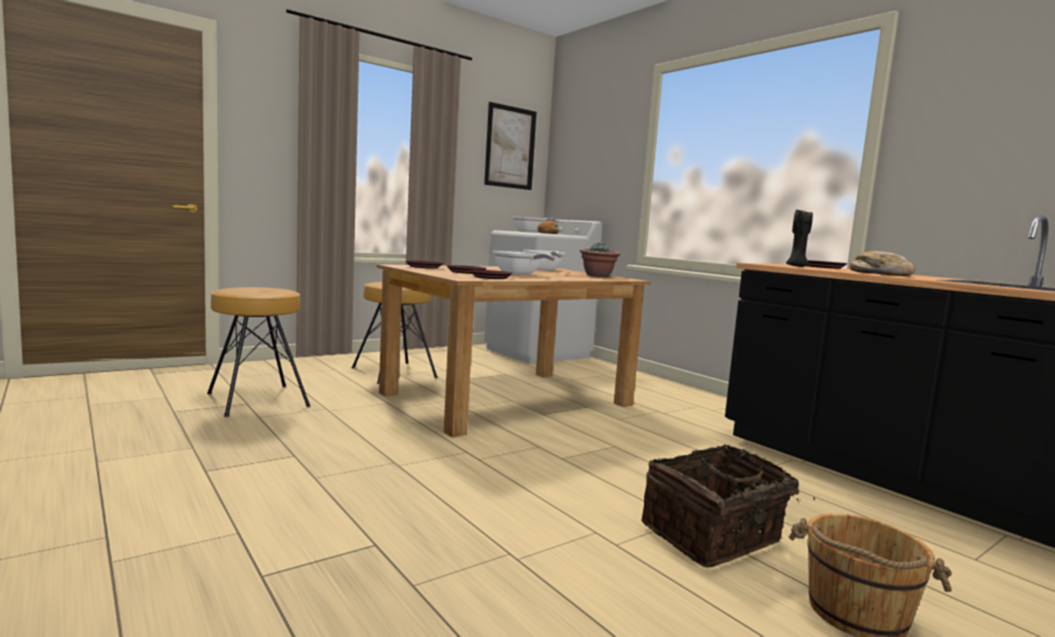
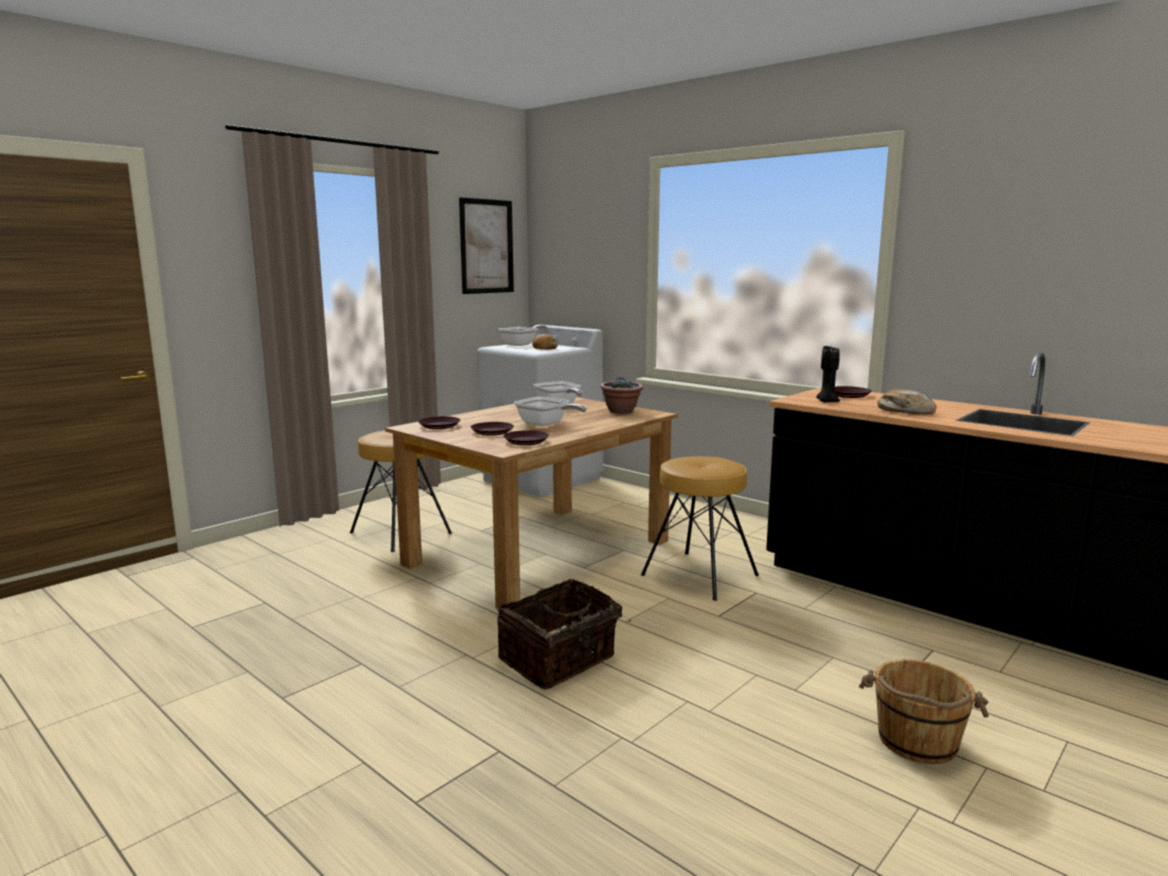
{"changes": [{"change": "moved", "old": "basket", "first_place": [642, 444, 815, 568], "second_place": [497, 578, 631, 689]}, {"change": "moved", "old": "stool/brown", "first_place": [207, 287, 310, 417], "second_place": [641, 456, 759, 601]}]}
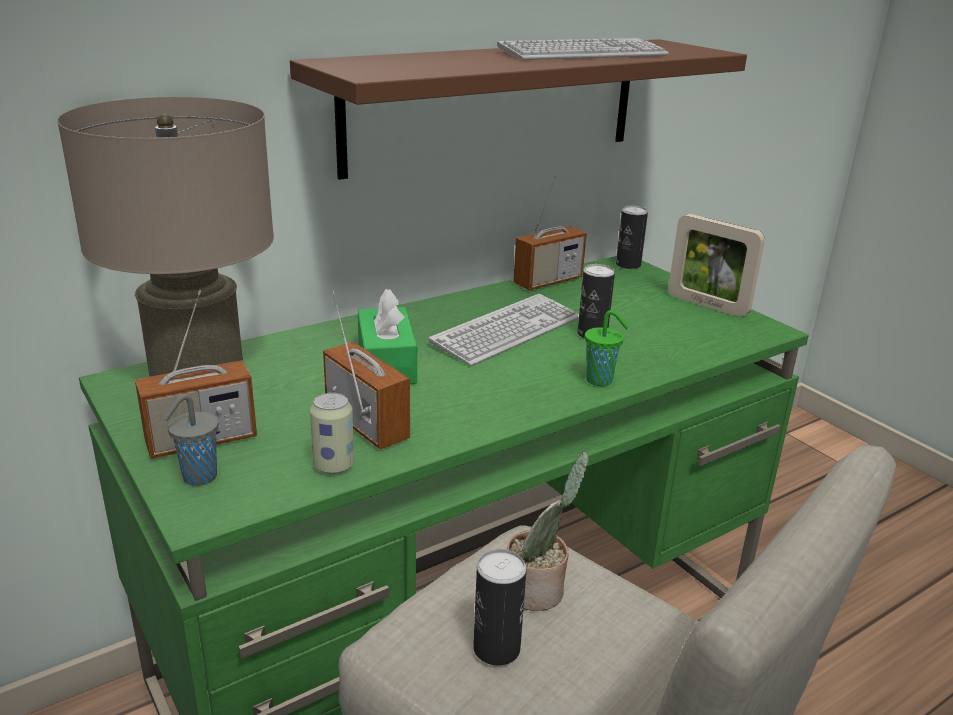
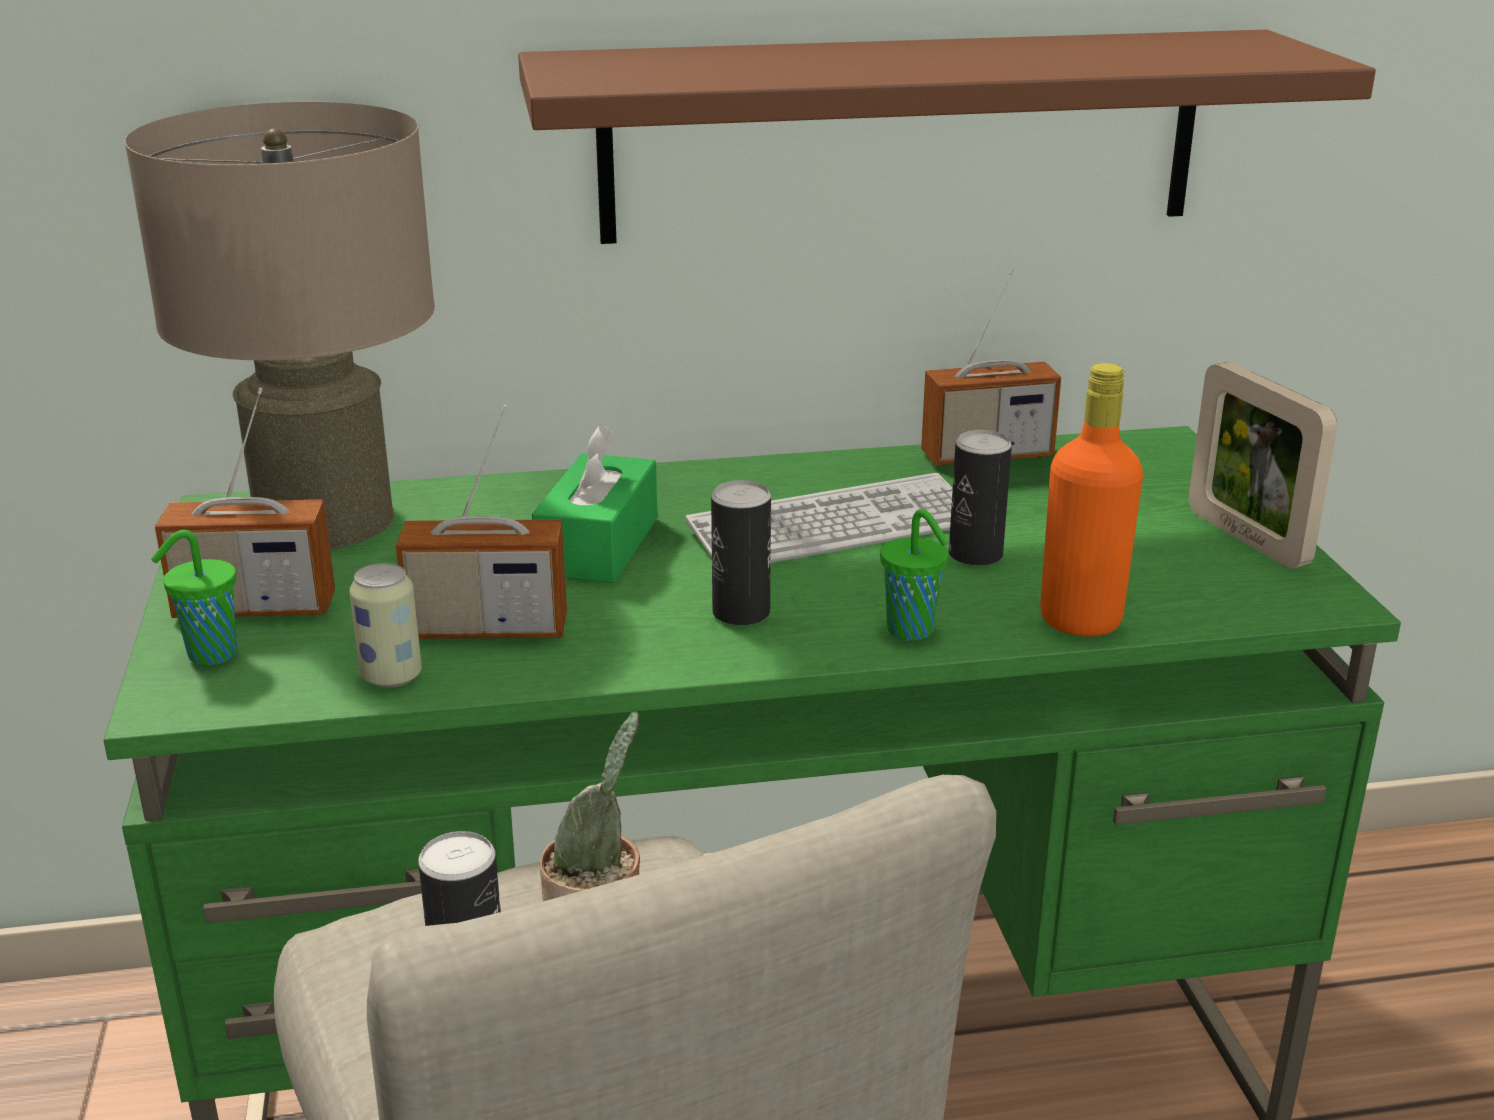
{"changes": [{"change": "recoloured", "old": "cup/grey", "new": "cup/green", "first_place": [163, 394, 219, 486], "second_place": [151, 530, 237, 665]}, {"change": "turned", "old": "radio", "first_place": [323, 290, 410, 449], "second_place": [396, 405, 567, 639], "degrees": 105}, {"change": "moved", "old": "can", "first_place": [616, 206, 648, 269], "second_place": [711, 480, 771, 625]}, {"change": "added", "new": "bottle/orange", "second_place": [1040, 363, 1143, 637]}, {"change": "removed", "old": "keyboard", "first_place": [497, 38, 669, 60]}]}
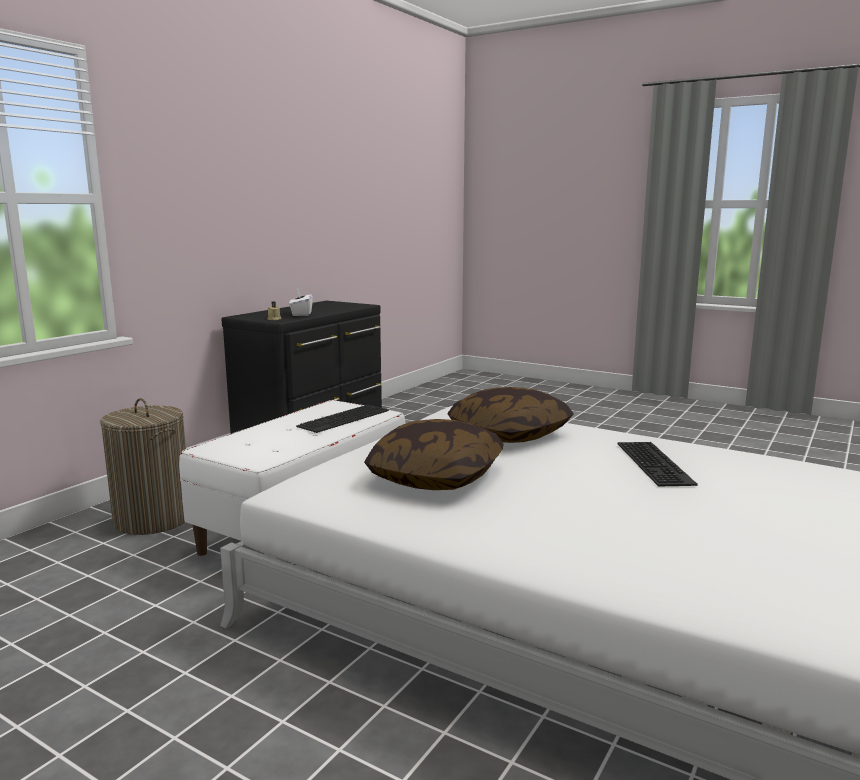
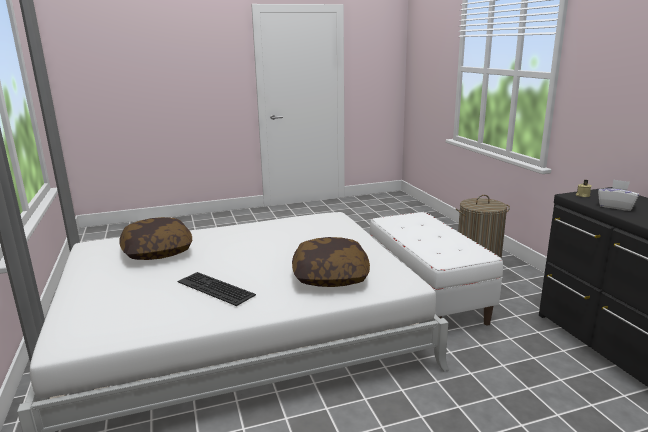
{"changes": [{"change": "moved", "old": "pillow", "first_place": [364, 419, 504, 490], "second_place": [119, 217, 192, 260]}, {"change": "removed", "old": "keyboard", "first_place": [296, 405, 389, 433]}]}
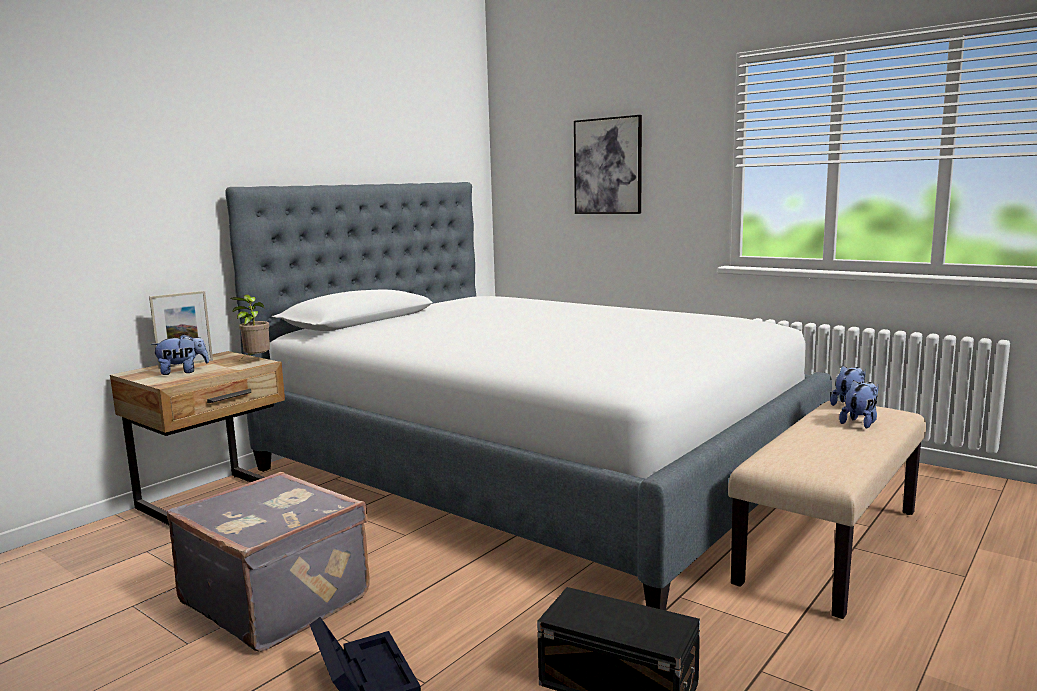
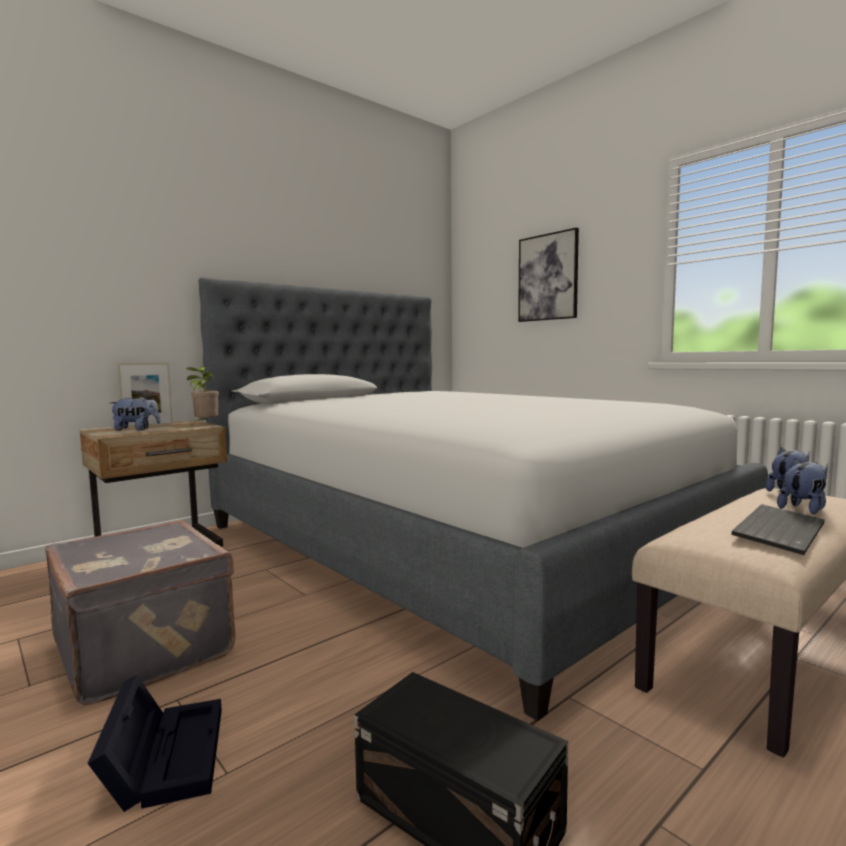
{"changes": [{"change": "added", "new": "keyboard", "second_place": [731, 504, 825, 555]}]}
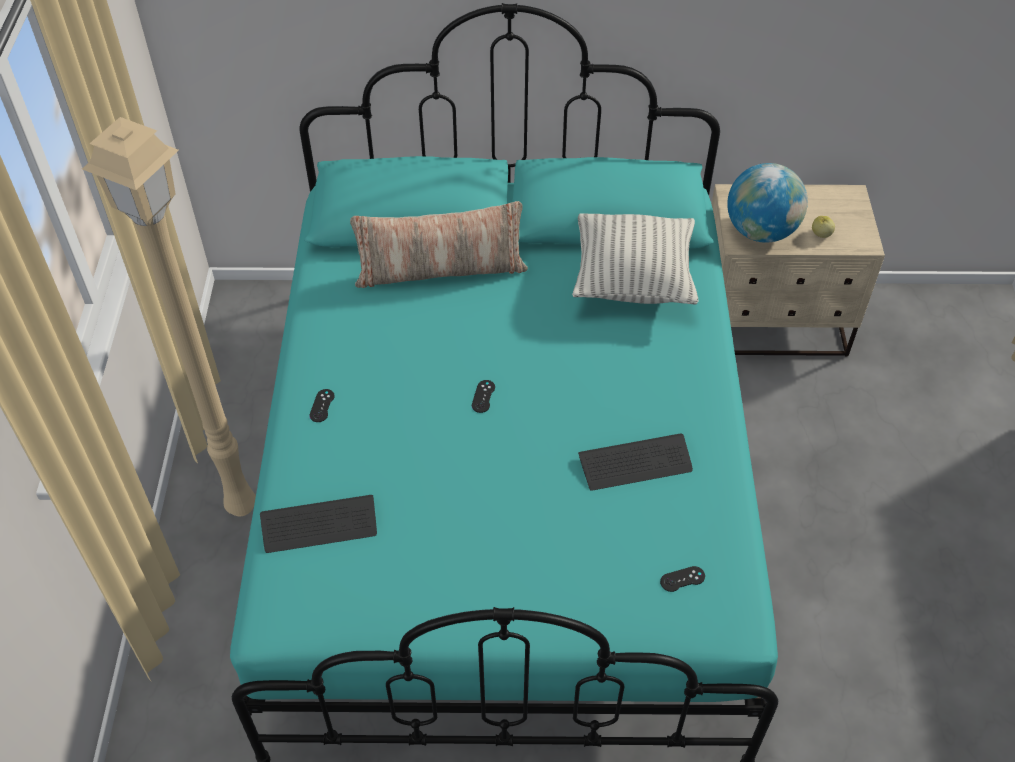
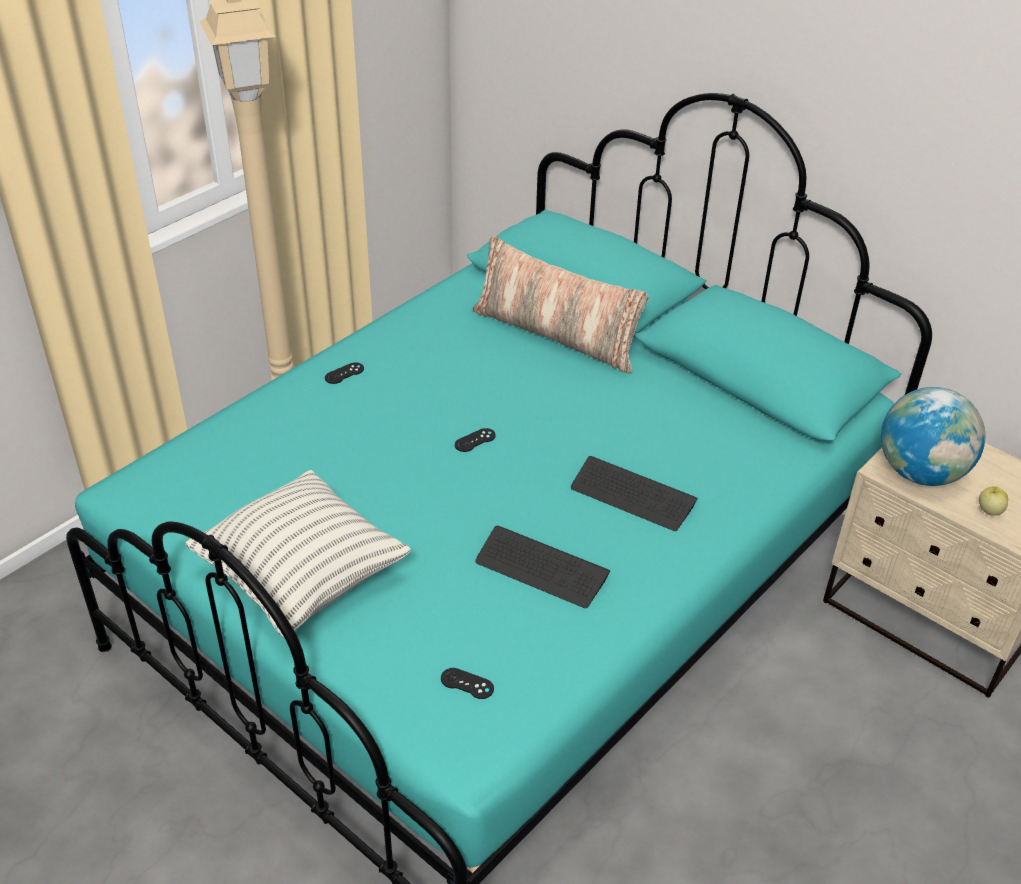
{"changes": [{"change": "moved", "old": "pillow", "first_place": [572, 213, 698, 304], "second_place": [185, 470, 411, 637]}, {"change": "moved", "old": "keyboard", "first_place": [260, 495, 377, 553], "second_place": [571, 456, 698, 531]}]}
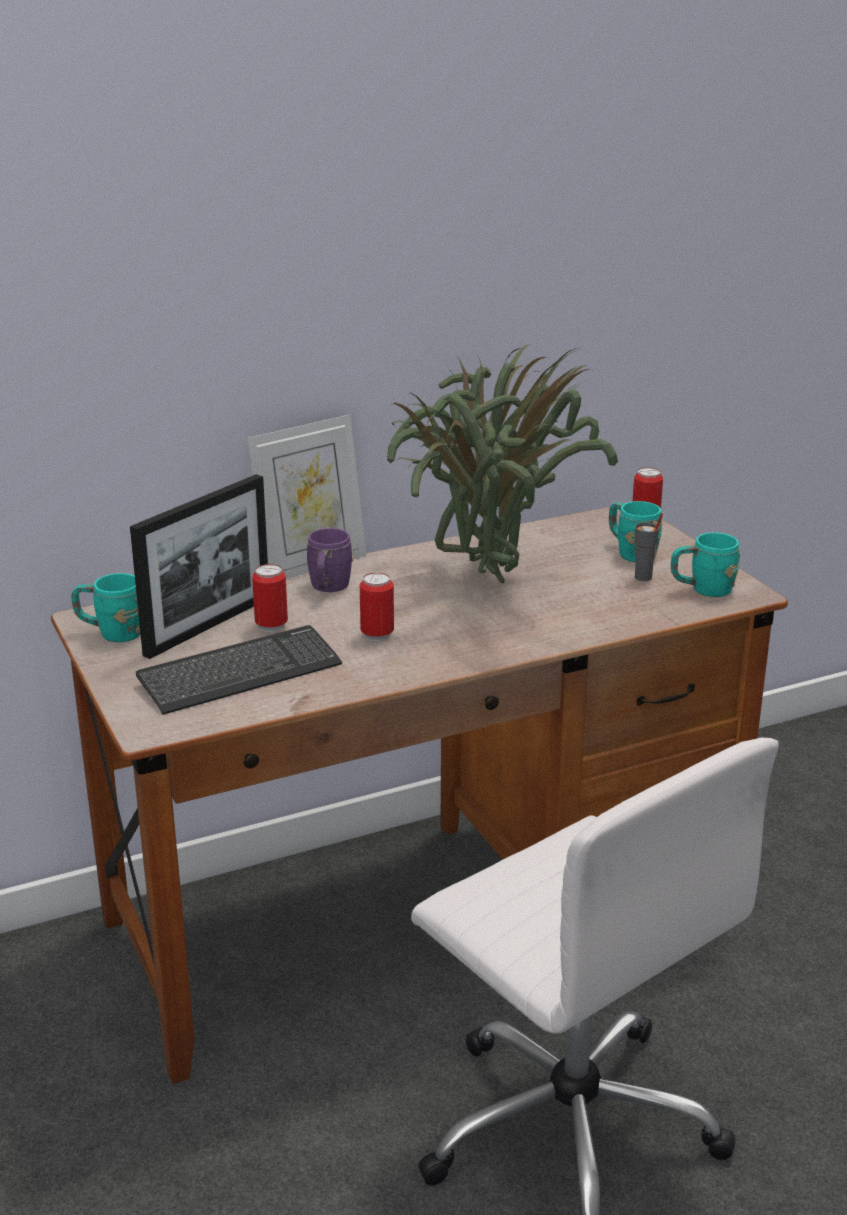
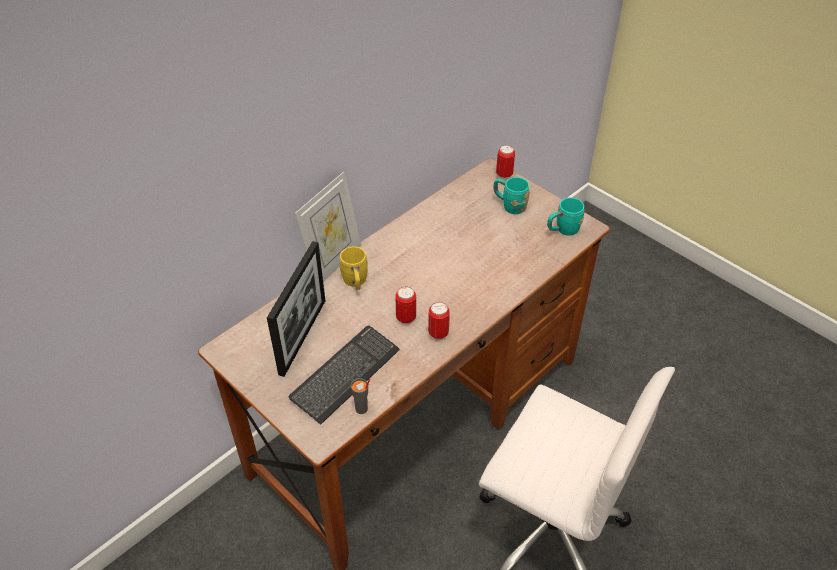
{"changes": [{"change": "recoloured", "old": "mug/purple", "new": "mug/yellow", "first_place": [307, 528, 353, 592], "second_place": [339, 247, 368, 290]}, {"change": "moved", "old": "cup/grey", "first_place": [635, 513, 663, 581], "second_place": [351, 378, 370, 414]}, {"change": "moved", "old": "can", "first_place": [252, 564, 288, 632], "second_place": [428, 302, 450, 340]}, {"change": "removed", "old": "mug/turquoise", "first_place": [71, 573, 141, 642]}, {"change": "removed", "old": "potted plant", "first_place": [387, 344, 618, 583]}]}
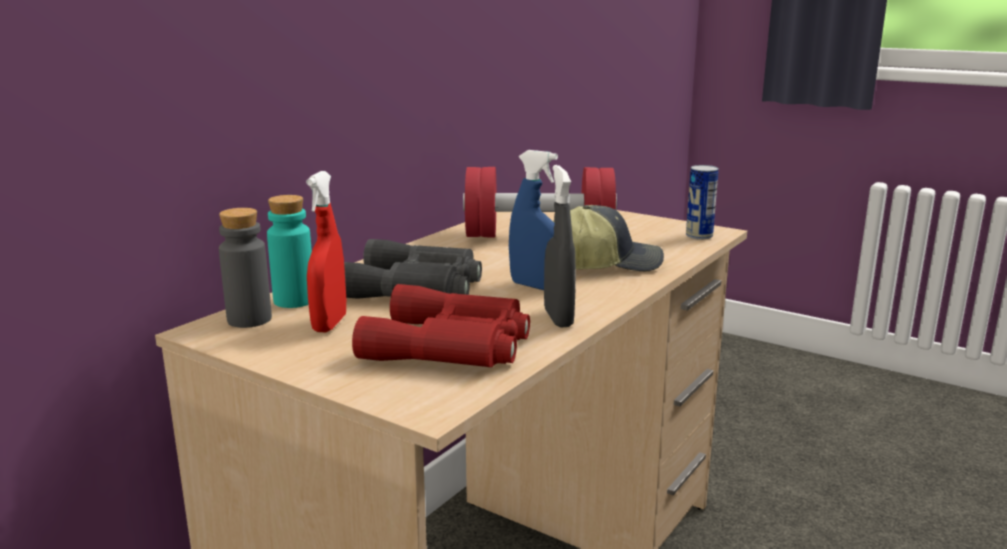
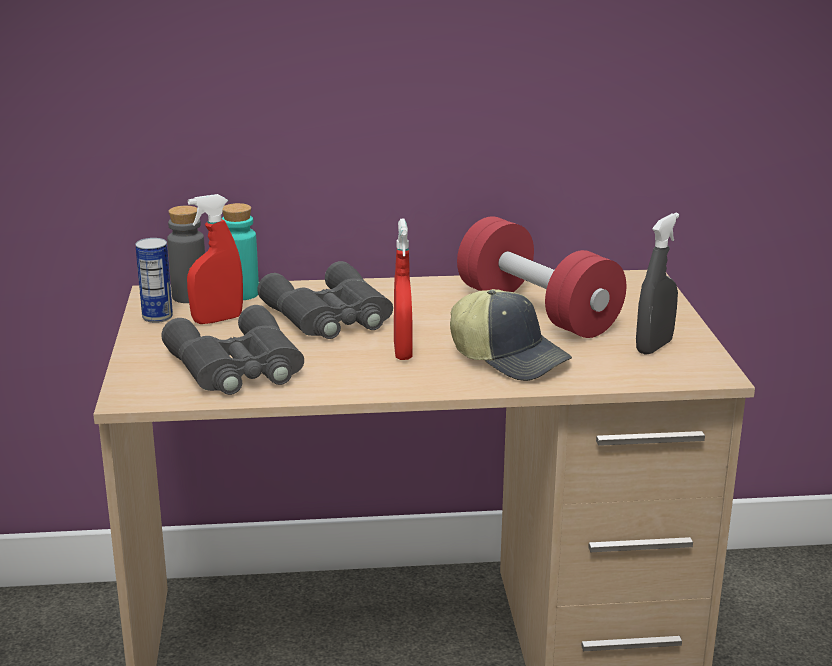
{"changes": [{"change": "moved", "old": "can", "first_place": [686, 165, 719, 240], "second_place": [135, 238, 173, 323]}, {"change": "recoloured", "old": "binoculars/red", "new": "binoculars/grey", "first_place": [352, 284, 530, 367], "second_place": [161, 305, 304, 395]}, {"change": "recoloured", "old": "spray bottle/blue", "new": "spray bottle/red", "first_place": [509, 150, 558, 290], "second_place": [394, 219, 413, 360]}, {"change": "moved", "old": "spray bottle/grey", "first_place": [544, 165, 576, 328], "second_place": [636, 213, 679, 355]}]}
